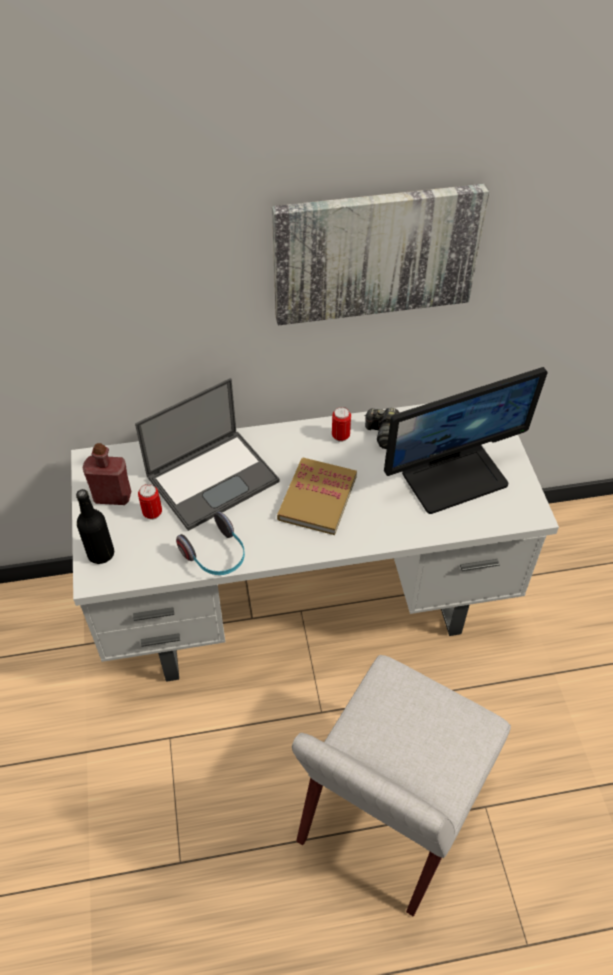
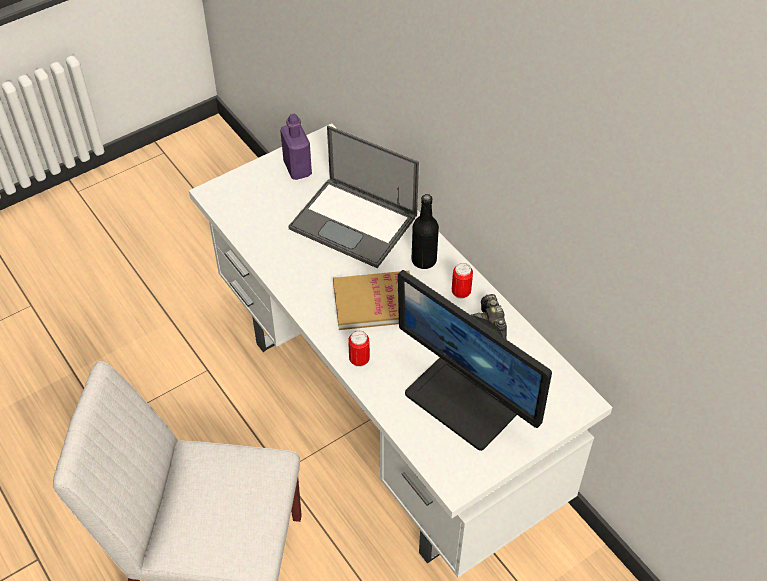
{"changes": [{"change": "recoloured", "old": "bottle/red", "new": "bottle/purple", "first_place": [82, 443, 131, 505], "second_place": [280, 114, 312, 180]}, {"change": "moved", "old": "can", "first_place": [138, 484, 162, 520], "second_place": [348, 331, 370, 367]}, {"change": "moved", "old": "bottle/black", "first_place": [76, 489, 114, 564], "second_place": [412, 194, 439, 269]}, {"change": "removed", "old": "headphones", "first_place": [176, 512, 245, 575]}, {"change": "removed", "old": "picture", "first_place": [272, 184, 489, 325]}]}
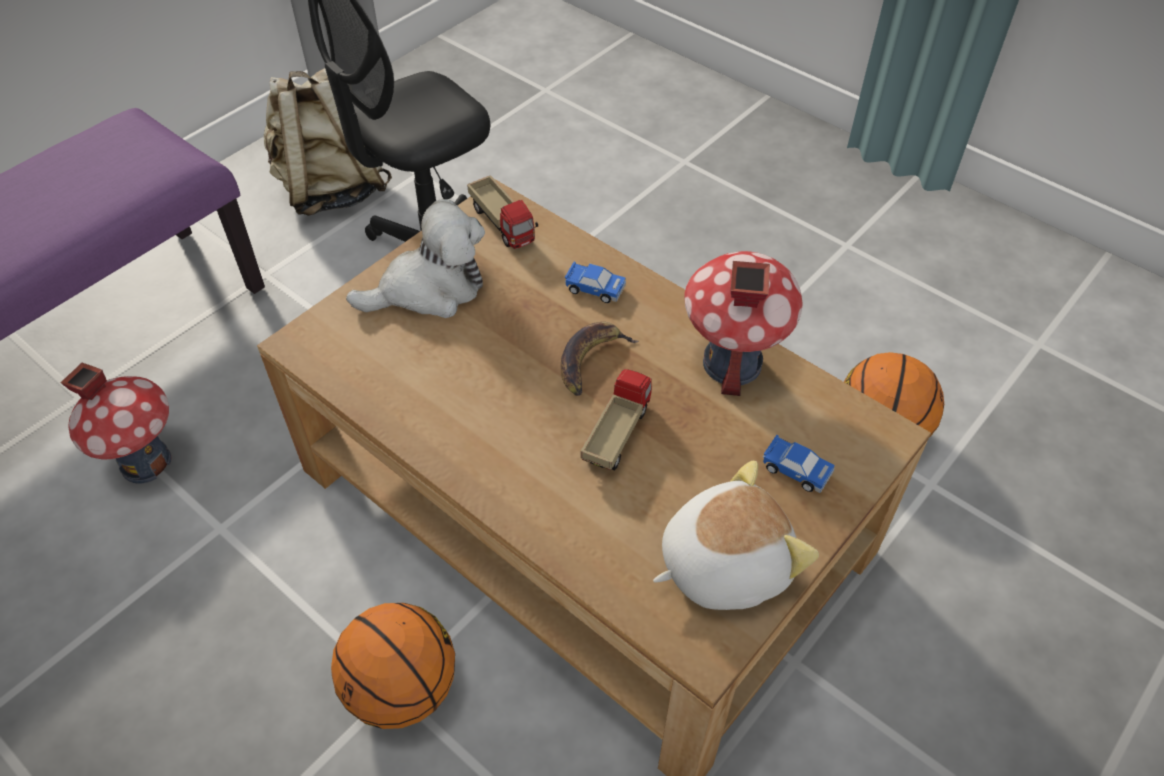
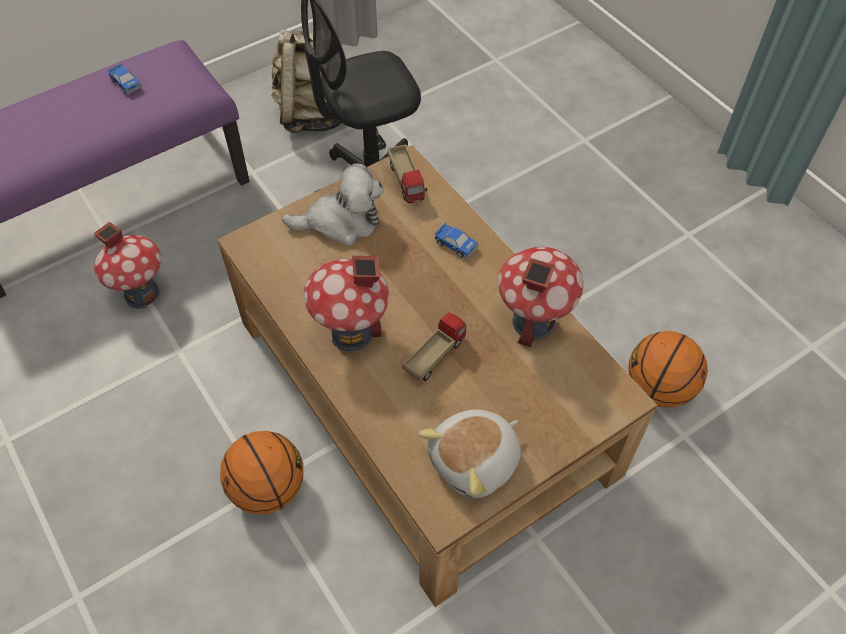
{"changes": [{"change": "moved", "old": "toy car", "first_place": [763, 435, 835, 493], "second_place": [108, 64, 142, 94]}, {"change": "added", "new": "toy house", "second_place": [304, 256, 389, 351]}, {"change": "turned", "old": "plush toy", "first_place": [653, 460, 819, 610], "second_place": [418, 409, 521, 498], "degrees": 150}, {"change": "removed", "old": "banana", "first_place": [561, 322, 638, 396]}]}
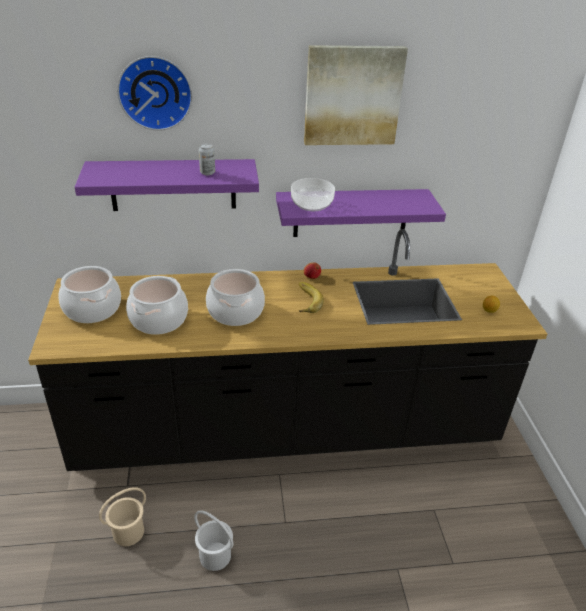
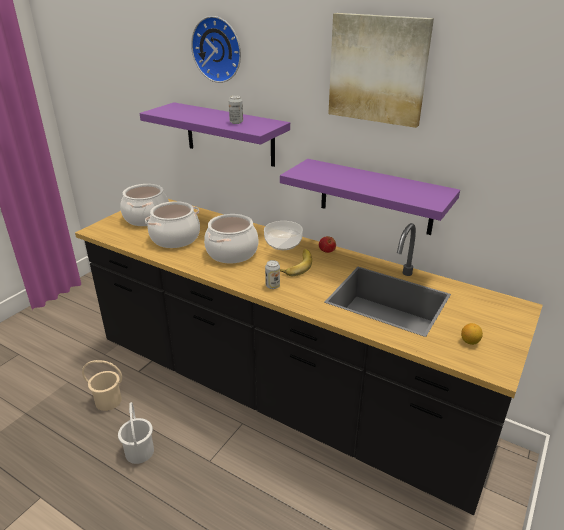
{"changes": [{"change": "moved", "old": "bowl", "first_place": [291, 178, 335, 211], "second_place": [264, 221, 303, 250]}, {"change": "added", "new": "can", "second_place": [265, 260, 280, 289]}]}
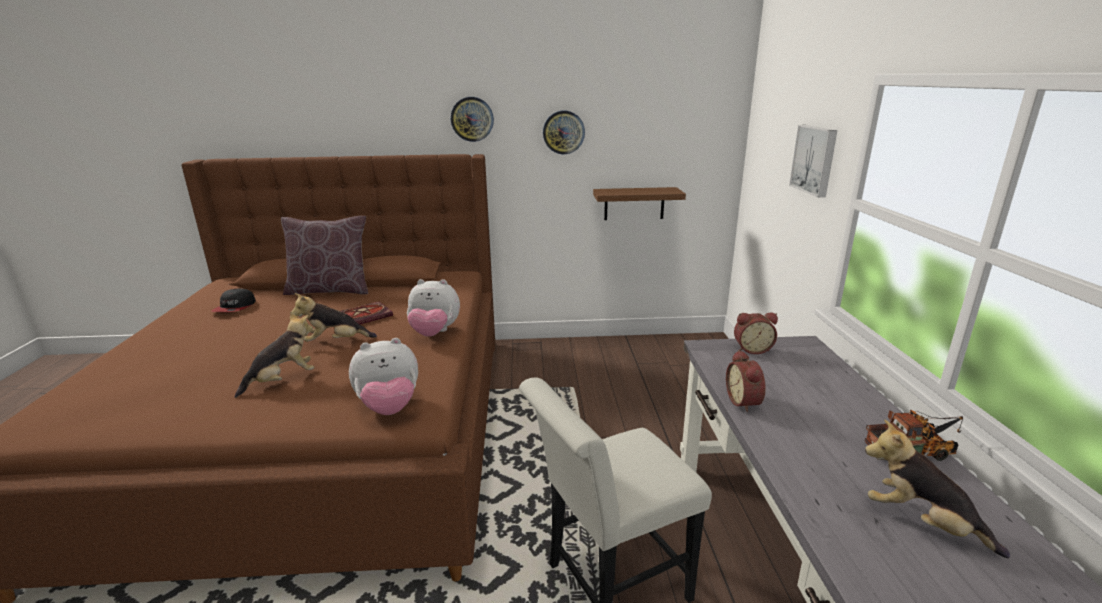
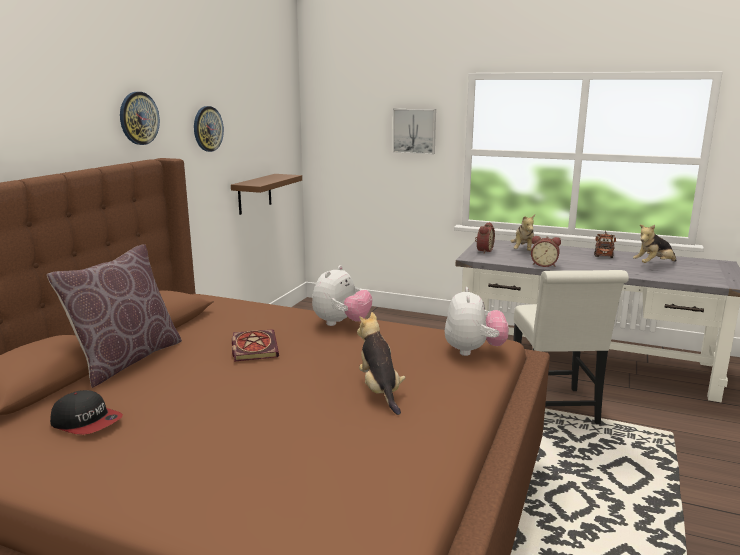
{"changes": [{"change": "moved", "old": "plush toy", "first_place": [291, 293, 377, 342], "second_place": [511, 215, 535, 251]}]}
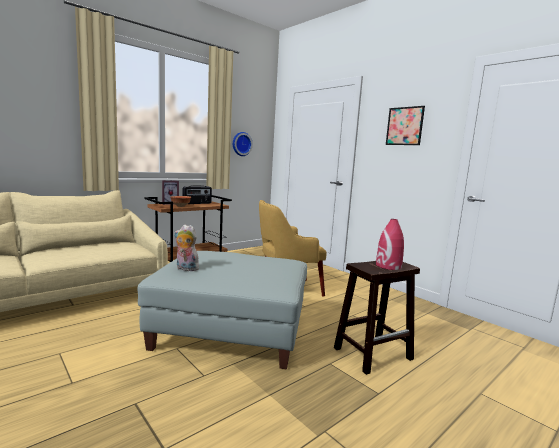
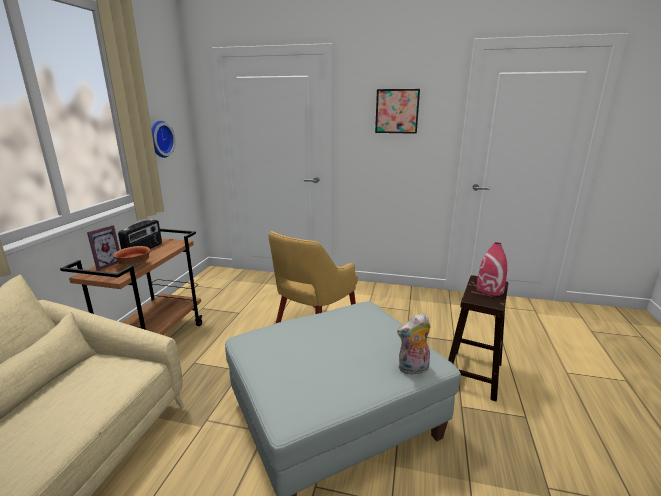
{"changes": [{"change": "moved", "old": "plush toy", "first_place": [174, 225, 199, 271], "second_place": [397, 313, 430, 375]}]}
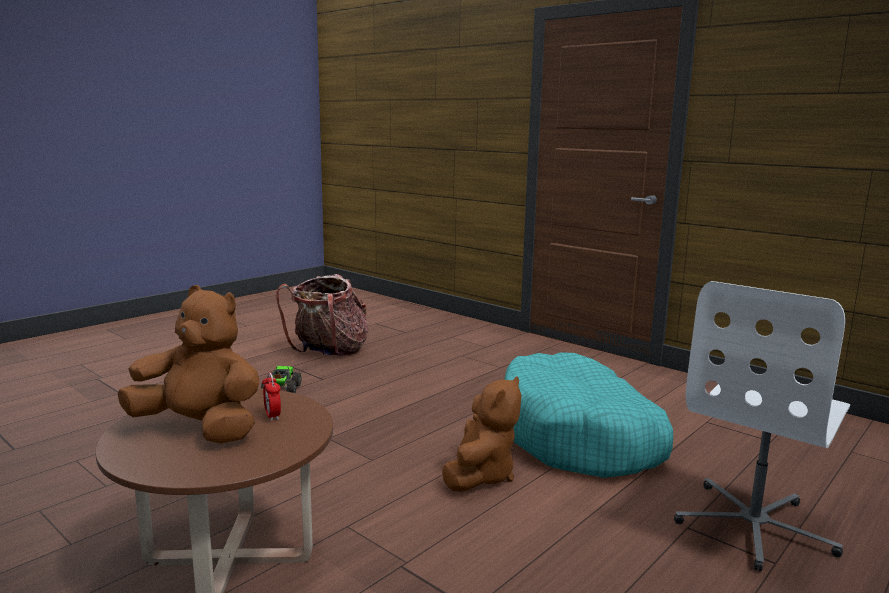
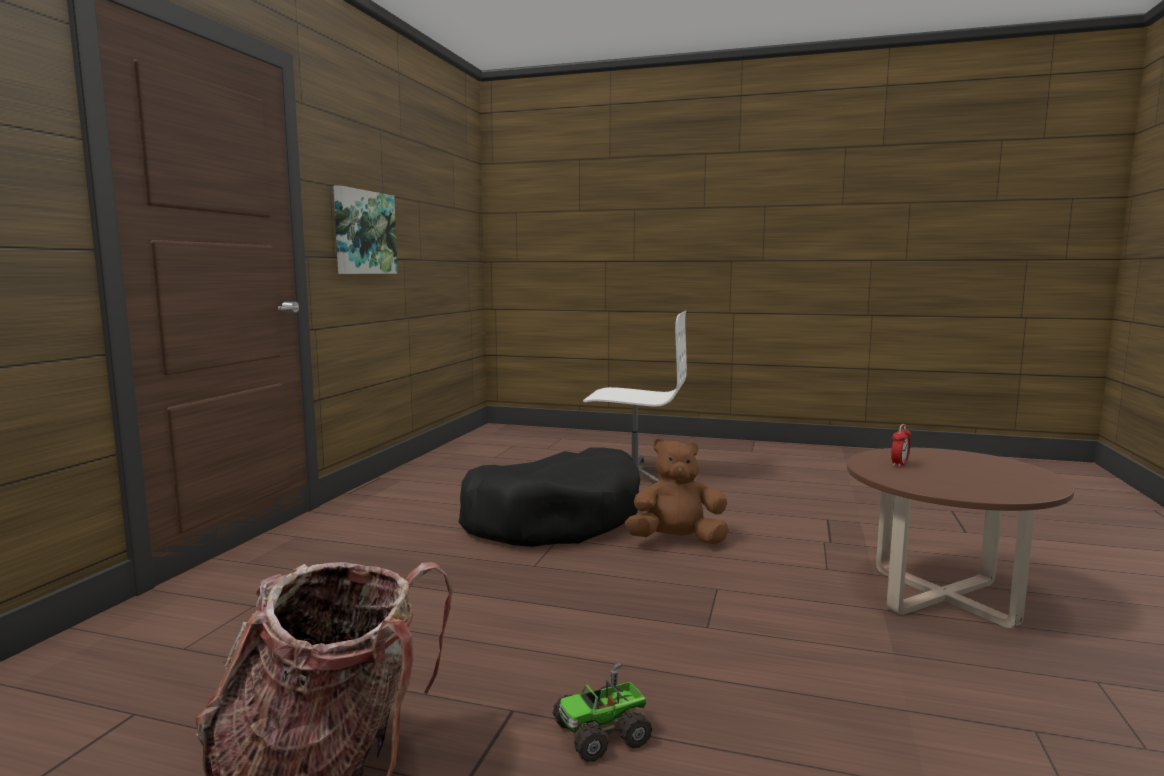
{"changes": [{"change": "added", "new": "picture", "second_place": [333, 185, 397, 274]}, {"change": "recoloured", "old": "dog bed/turquoise", "new": "dog bed/black", "first_place": [505, 352, 673, 478], "second_place": [459, 448, 640, 547]}, {"change": "removed", "old": "plush toy/brown", "first_place": [118, 285, 259, 443]}]}
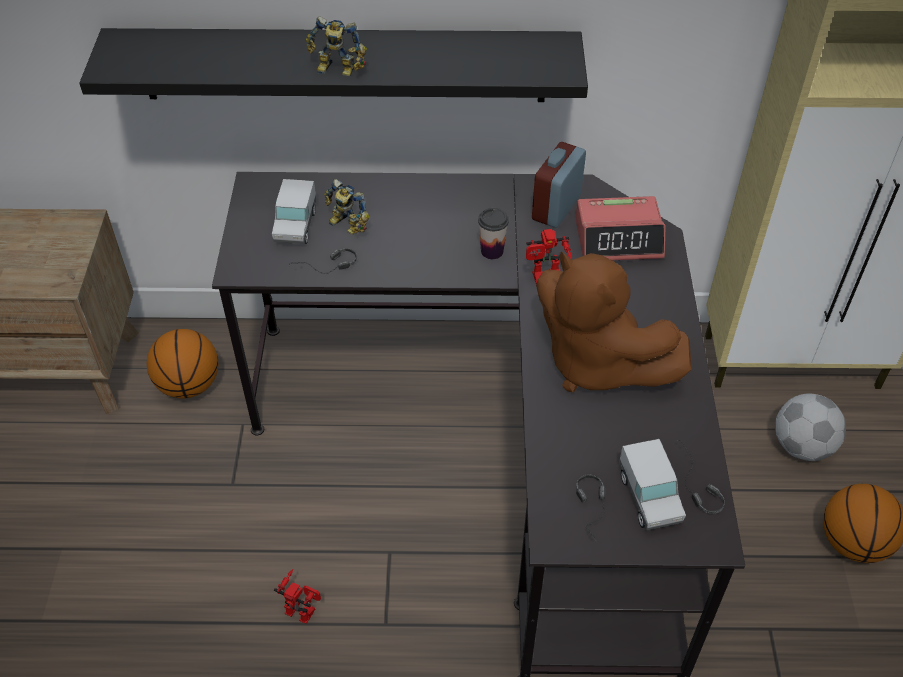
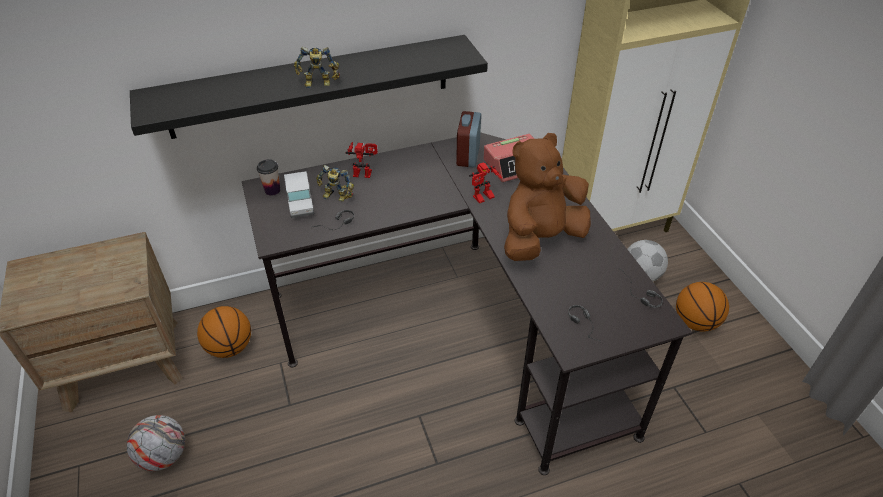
{"changes": [{"change": "added", "new": "football", "second_place": [127, 415, 185, 471]}, {"change": "moved", "old": "cup", "first_place": [478, 208, 509, 259], "second_place": [257, 159, 280, 196]}, {"change": "moved", "old": "toy robot", "first_place": [274, 569, 321, 624], "second_place": [346, 142, 378, 178]}, {"change": "turned", "old": "plush toy/brown", "first_place": [536, 252, 692, 393], "second_place": [504, 133, 591, 261], "degrees": 120}, {"change": "removed", "old": "toy truck", "first_place": [619, 439, 686, 530]}]}
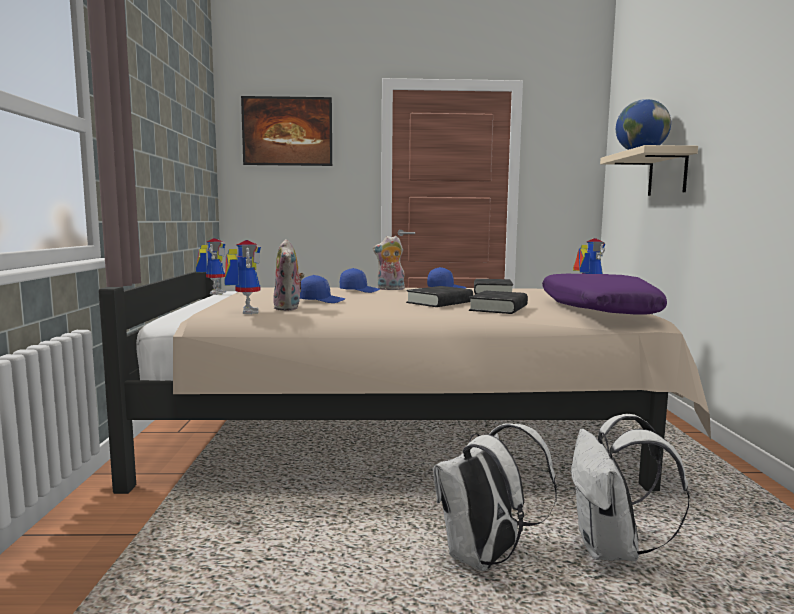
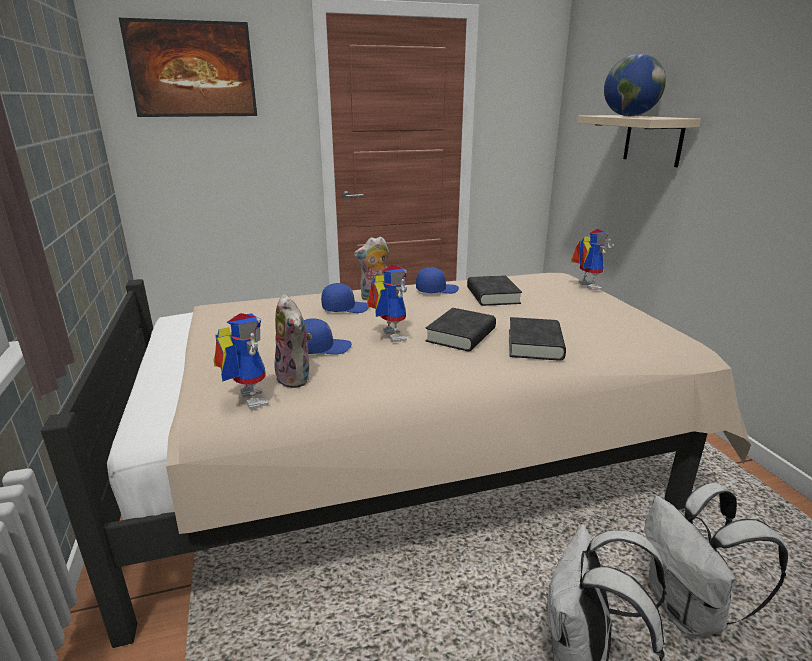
{"changes": [{"change": "moved", "old": "toy robot", "first_place": [196, 238, 226, 295], "second_place": [367, 265, 407, 342]}, {"change": "removed", "old": "pillow/purple", "first_place": [542, 274, 667, 315]}]}
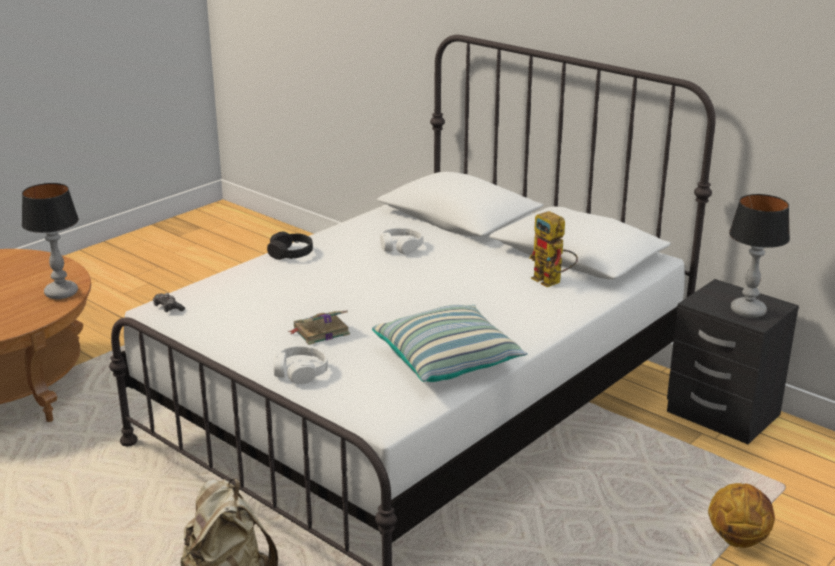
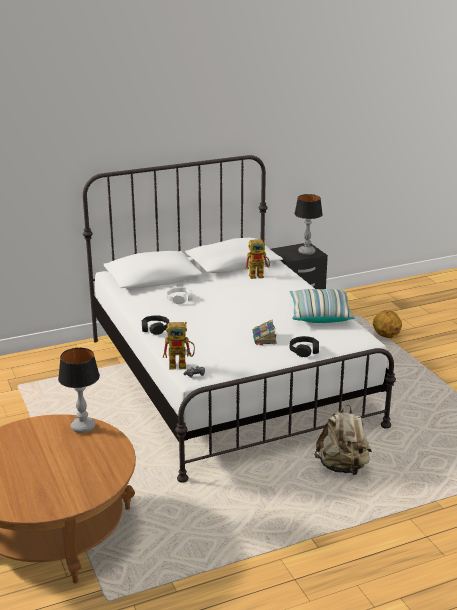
{"changes": [{"change": "added", "new": "toy robot", "second_place": [163, 322, 195, 369]}, {"change": "recoloured", "old": "headphones/white", "new": "headphones/black", "first_place": [274, 345, 328, 384], "second_place": [290, 336, 319, 357]}]}
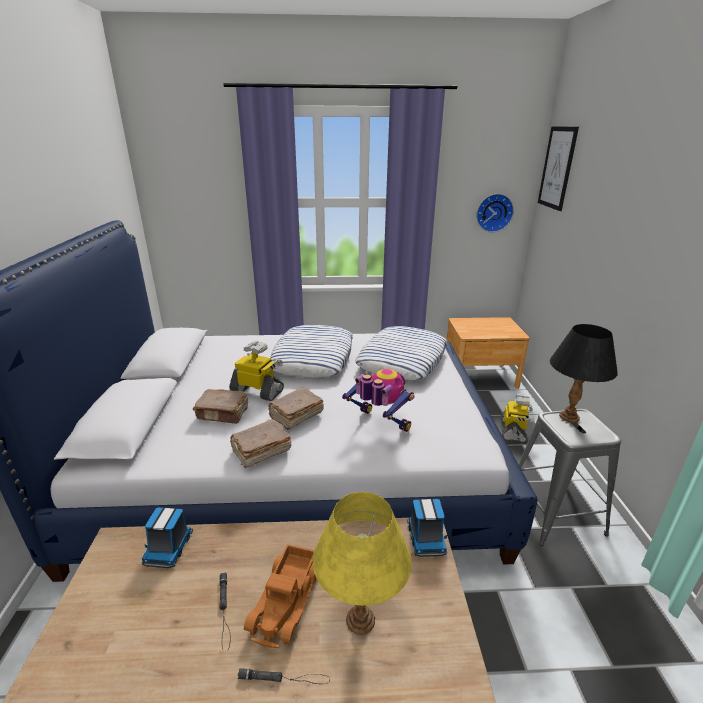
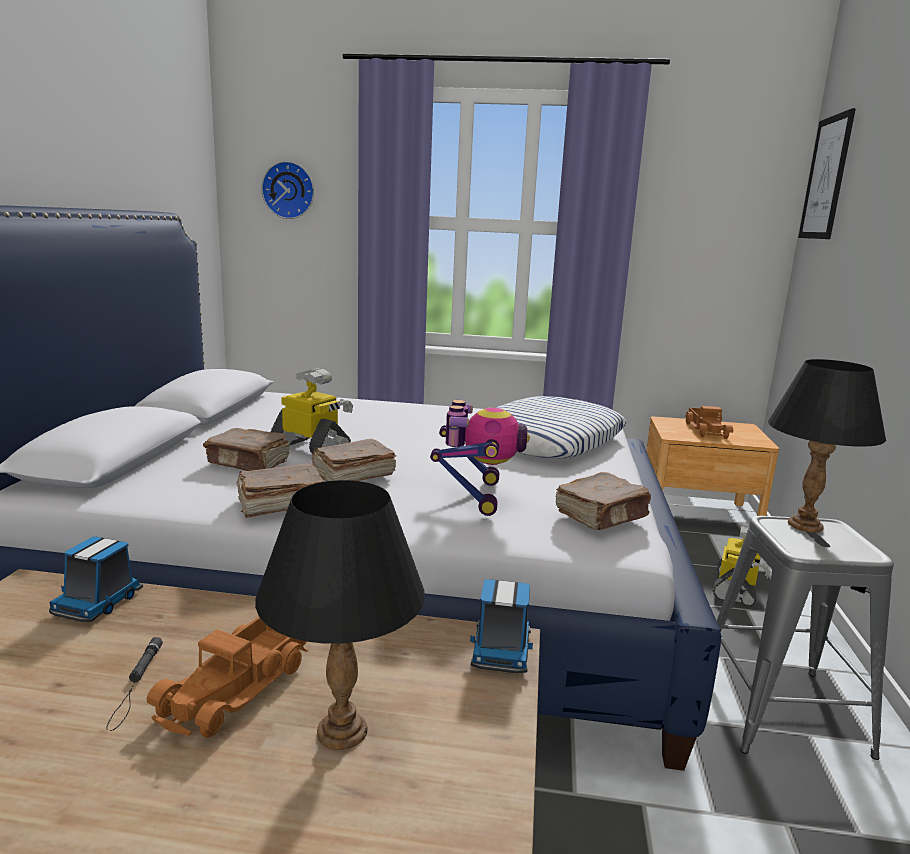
{"changes": [{"change": "recoloured", "old": "table lamp/yellow", "new": "table lamp/black", "first_place": [312, 492, 412, 635], "second_place": [255, 480, 425, 750]}, {"change": "moved", "old": "wall clock", "first_place": [476, 194, 514, 232], "second_place": [261, 161, 314, 219]}, {"change": "turned", "old": "toy robot", "first_place": [342, 369, 414, 432], "second_place": [430, 400, 530, 516], "degrees": 45}, {"change": "added", "new": "book/brown", "second_place": [555, 472, 651, 530]}, {"change": "added", "new": "toy truck", "second_place": [685, 406, 733, 439]}, {"change": "removed", "old": "flashlight/black", "first_place": [238, 668, 329, 684]}, {"change": "removed", "old": "pillow", "first_place": [270, 325, 353, 378]}]}
